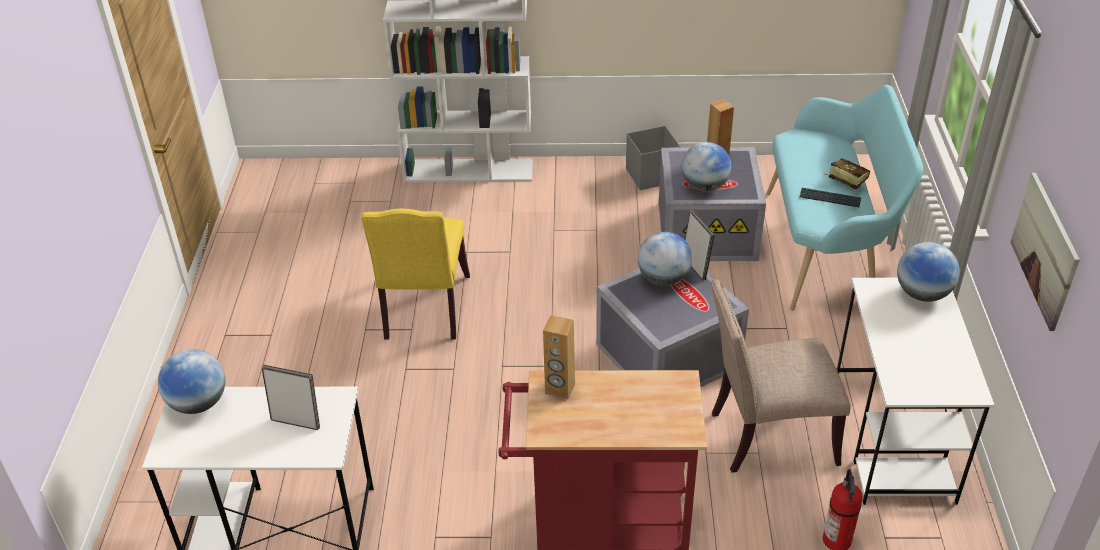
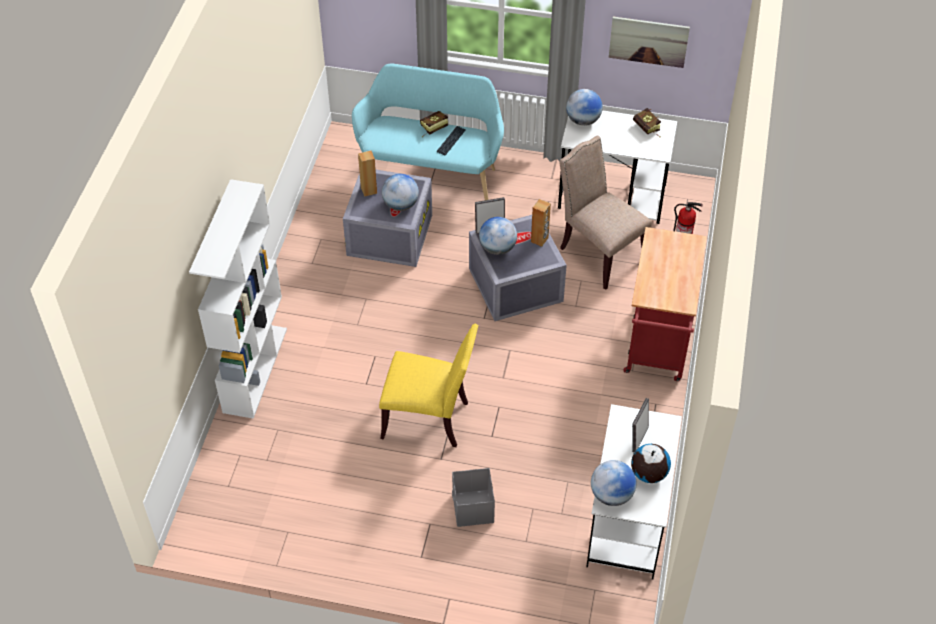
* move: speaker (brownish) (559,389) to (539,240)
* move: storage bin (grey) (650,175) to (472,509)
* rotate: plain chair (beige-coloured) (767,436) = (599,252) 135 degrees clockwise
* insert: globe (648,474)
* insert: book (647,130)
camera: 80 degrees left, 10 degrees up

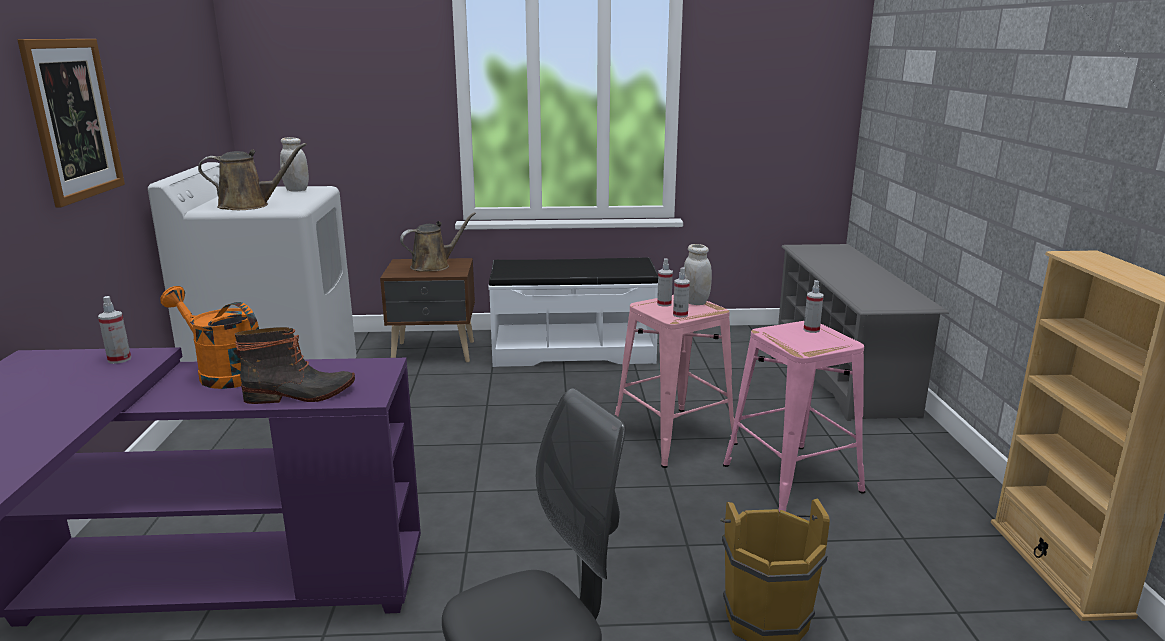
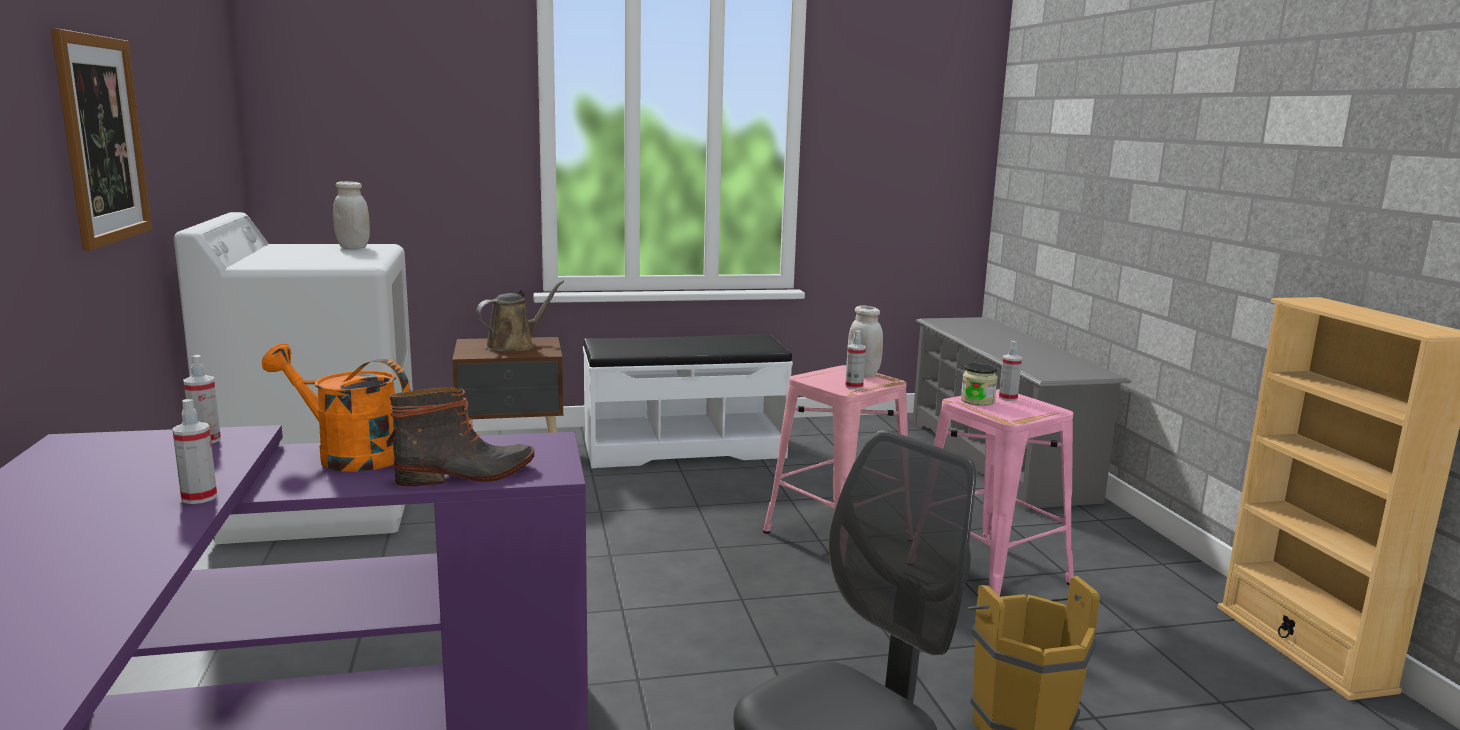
* delete: watering pot (brownish) (249,205)
* move: spray bottle (664,304) to (199,497)
* insert: jar (977,401)
camera: 10 degrees left, 5 degrees down

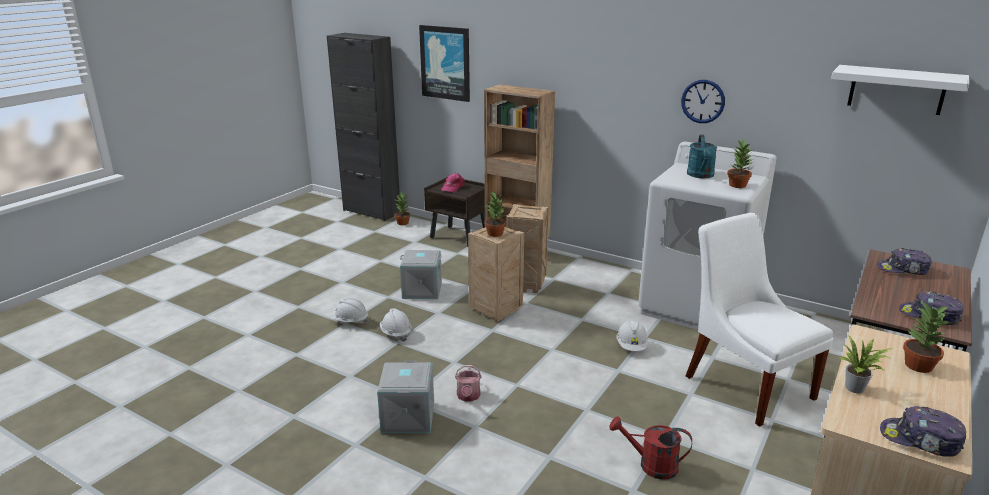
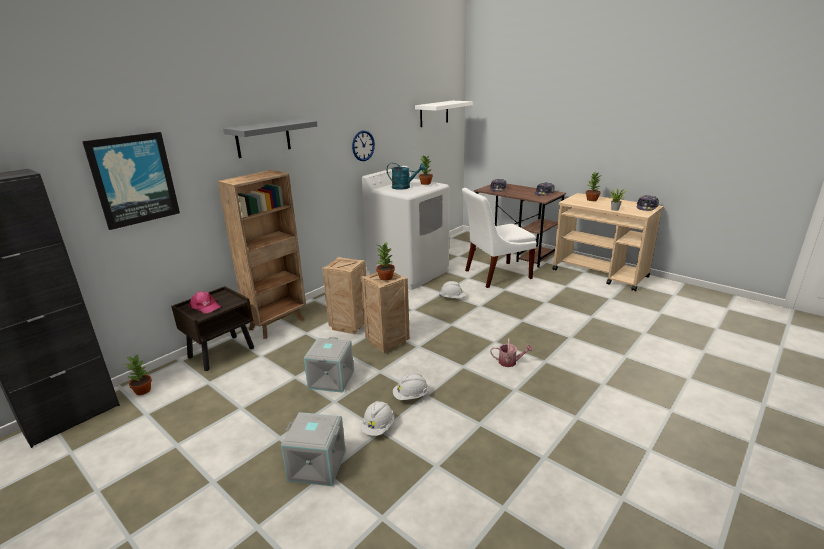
* move: storage bin (grey) (407,417) to (316,466)
* delete: watering pot (red) (651,465)
* insert: wall shelf (grey) (263,138)
camera: 80 degrees left, 0 degrees up

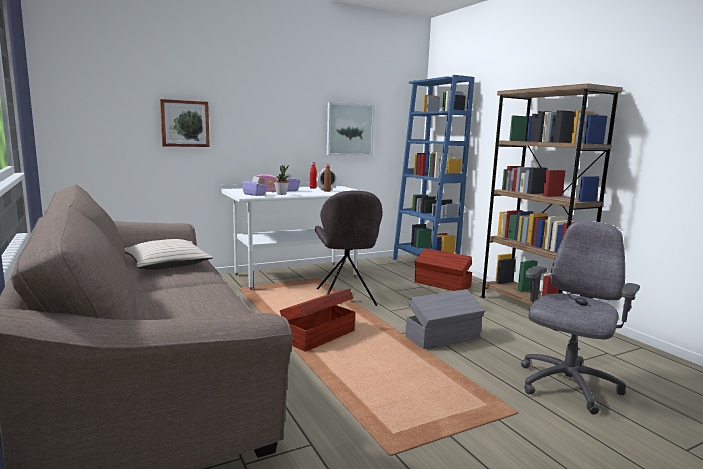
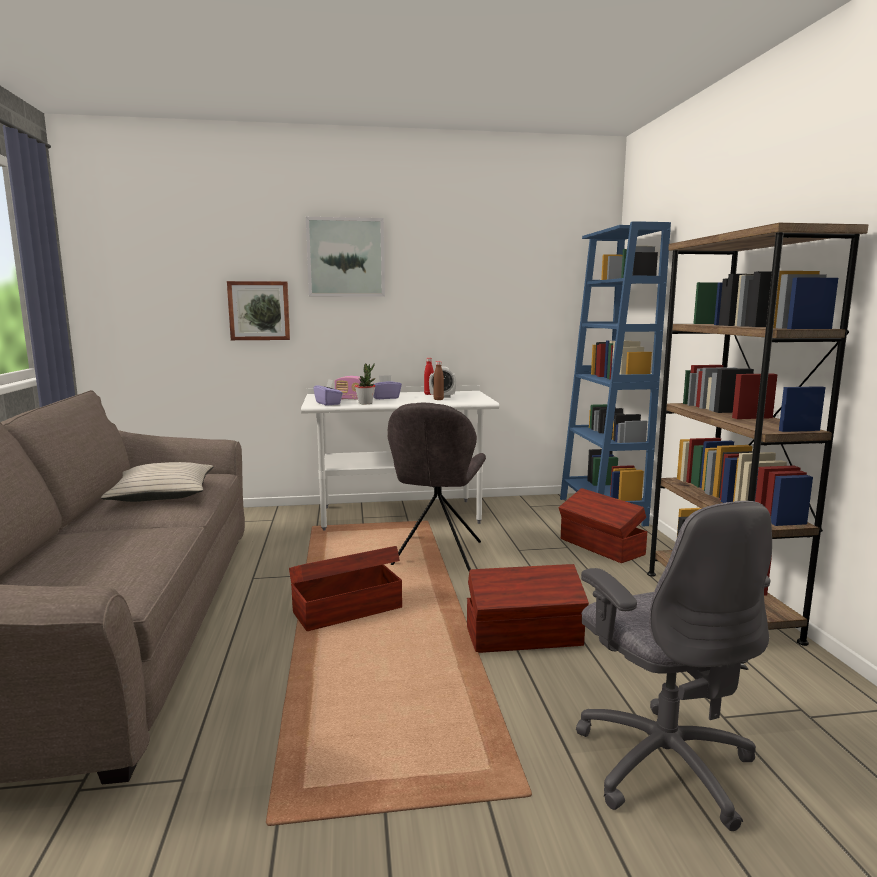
* move: wall picture (349,129) to (346,257)
* recolor: storage bin (grey) (443,338) to storage bin (brownish) (525,637)
* rotate: computer chair (grey) (566,386) = (663,762) 105 degrees clockwise
camera: 20 degrees right, 0 degrees up

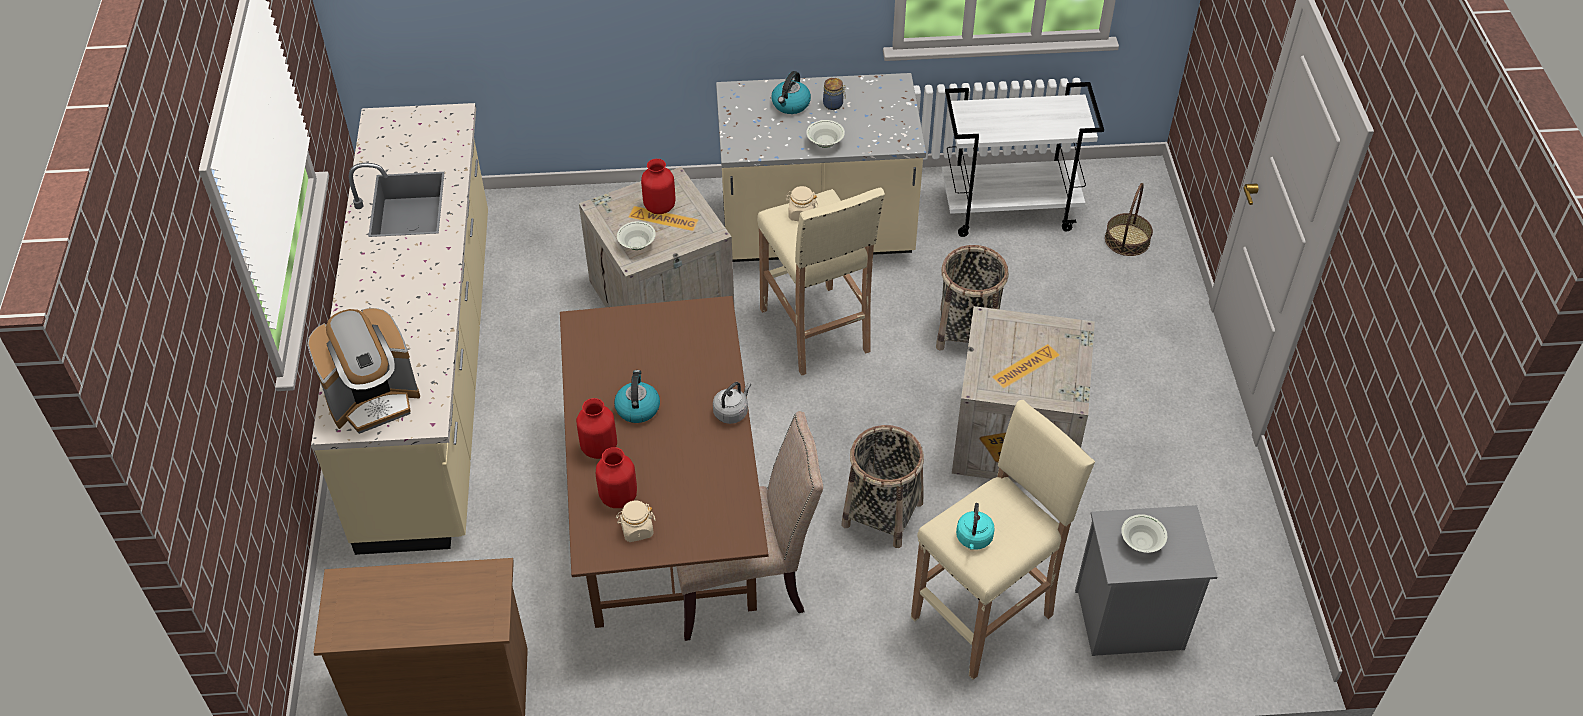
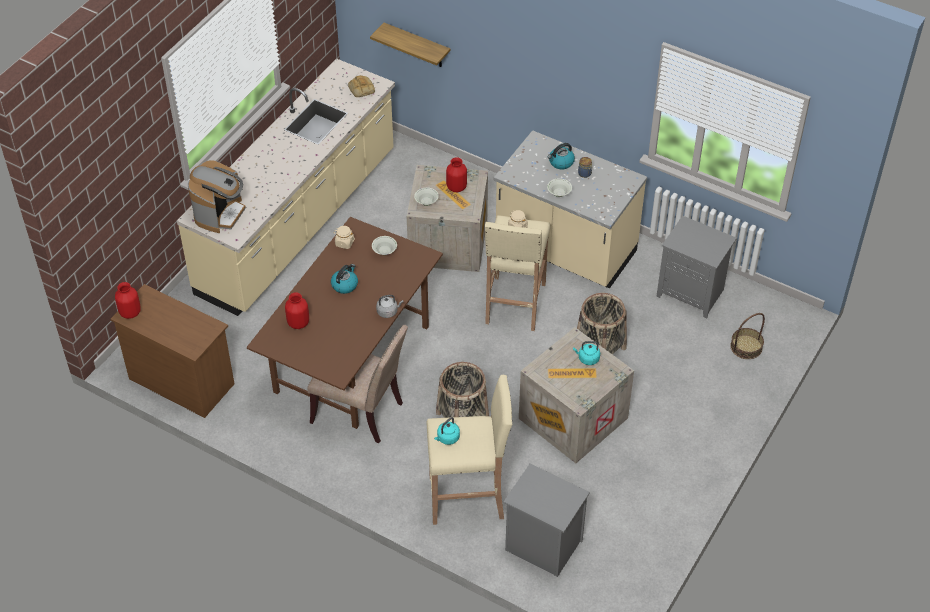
* rotate: coffee maker (373,399) = (220,213) 75 degrees counterclockwise
* move: decorative vase (red) (600,448) to (130,313)
* move: jar (beige-coloured) (637,530) to (344,243)
* replace: wheeled cart (whitish) (1010,209) to bedside table (grey) (692,293)
* move: bowl (whitish) (1141,543) to (384,251)
* insert: bread (361,88)
* insert: wall shelf (417,46)
* insert: kettle (turquoise-coloured) (587,359)
camera: 35 degrees right, 0 degrees up

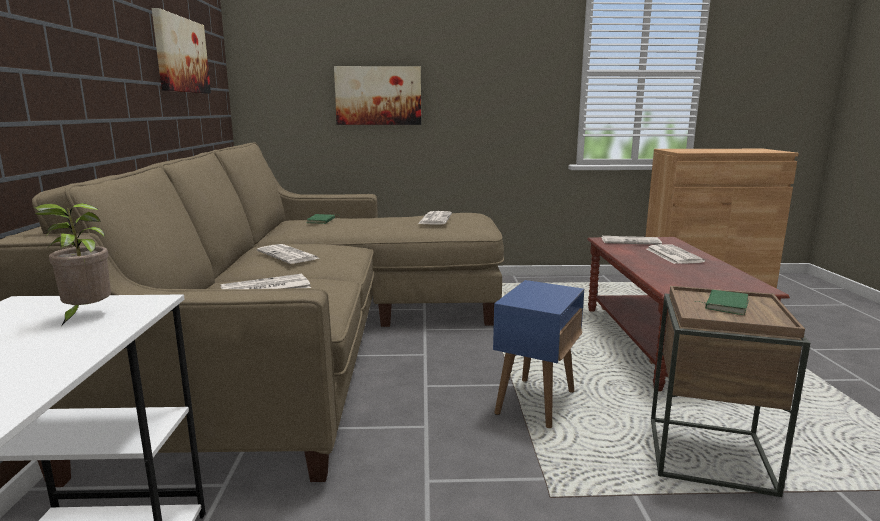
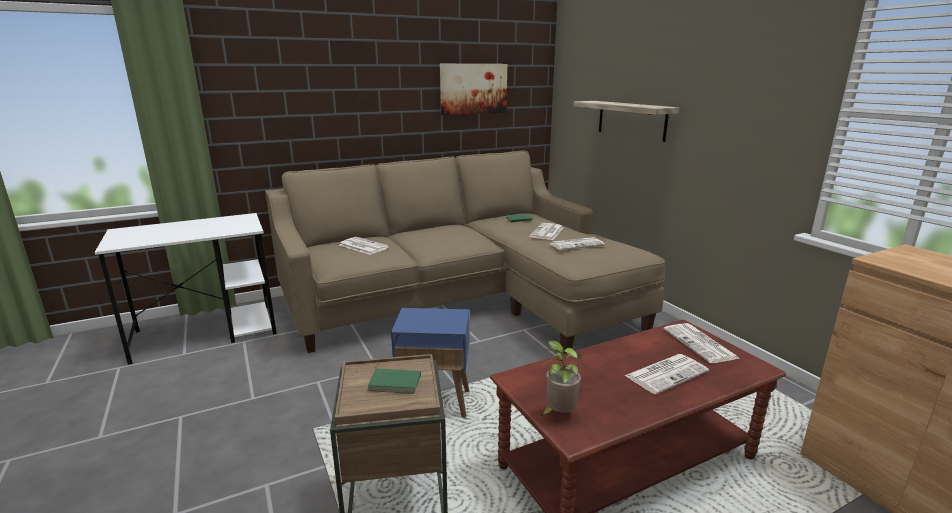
* move: plant in a pot (86,316) to (558,414)
* move: daily paper (289,255) to (547,232)
* replace: wall picture (378,96) to wall shelf (631,120)
camera: 65 degrees right, 5 degrees up

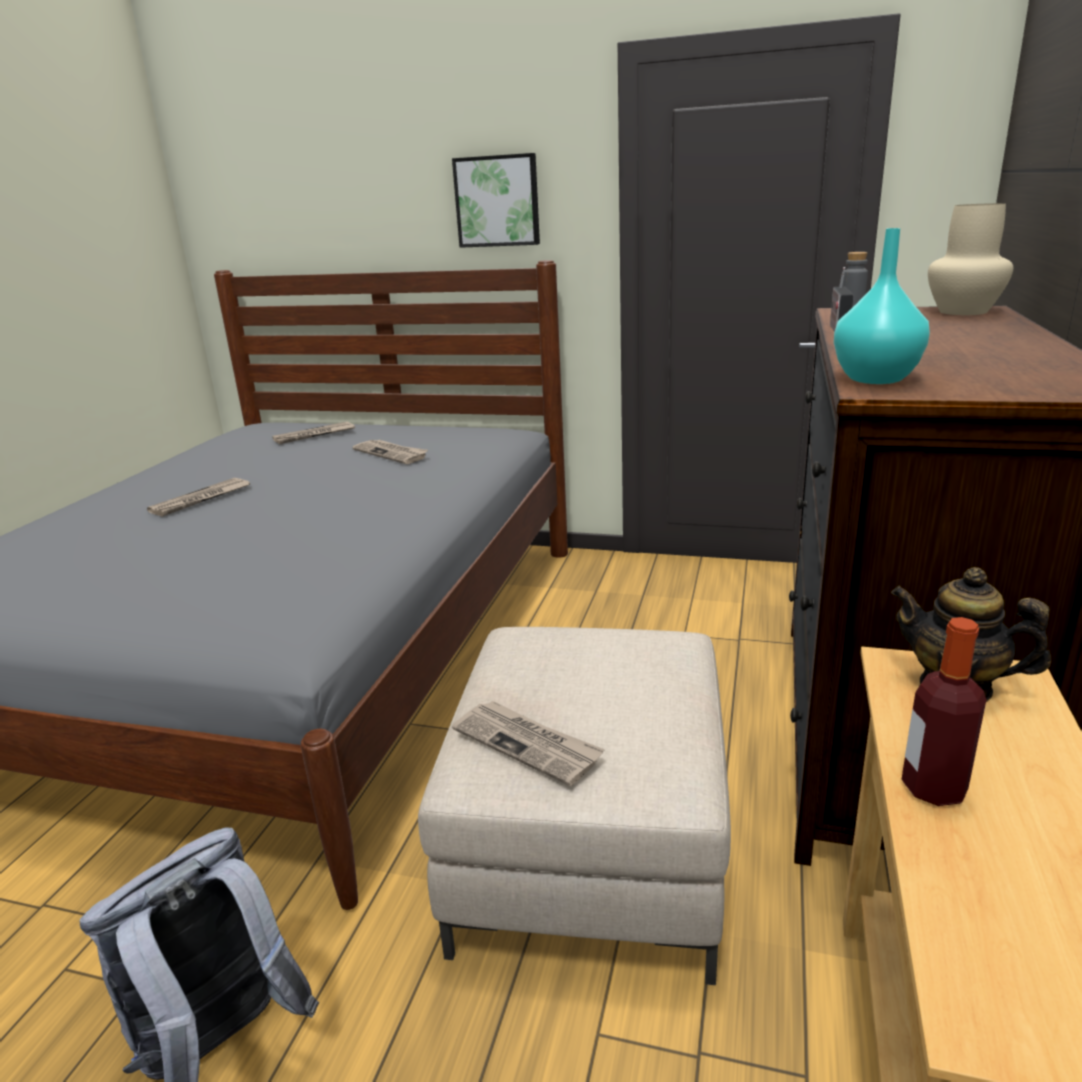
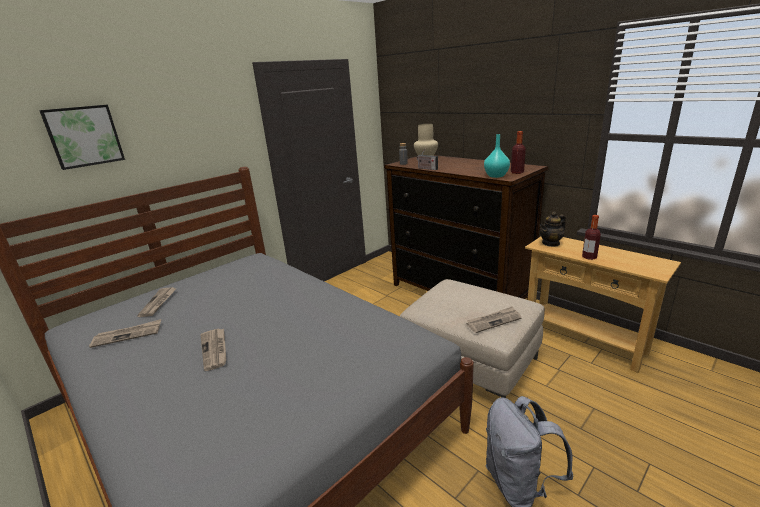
* move: daily paper (391,454) to (128,335)
* move: wall picture (498,201) to (84,136)
* insert: bottle (517,172)
camera: 60 degrees left, 0 degrees up

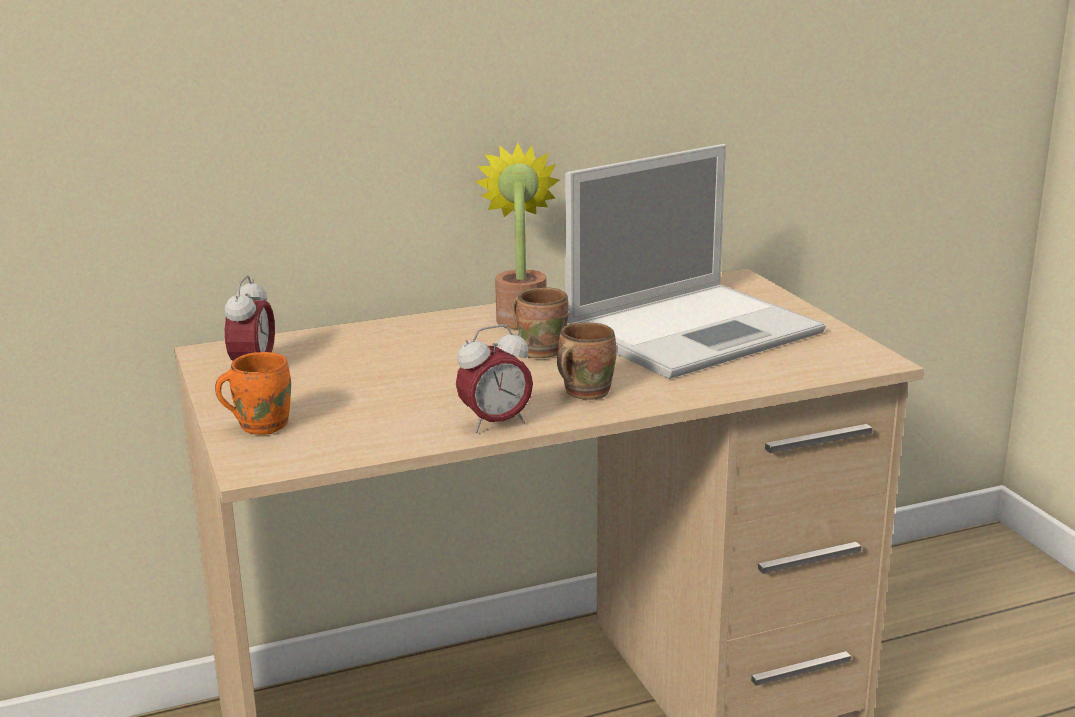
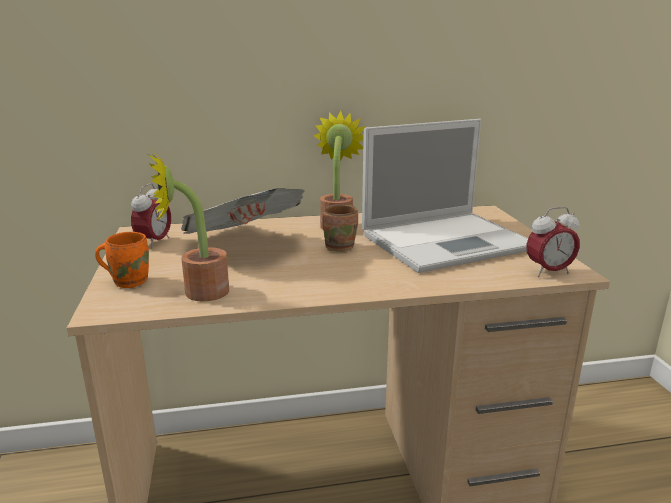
* move: bedside clock (495,423) to (548,272)
* delete: coffee mug (brownish) (582,392)
* insert: plant in a pot (197,293)
* insert: daily paper (243,245)
camera: 10 degrees right, 0 degrees up

